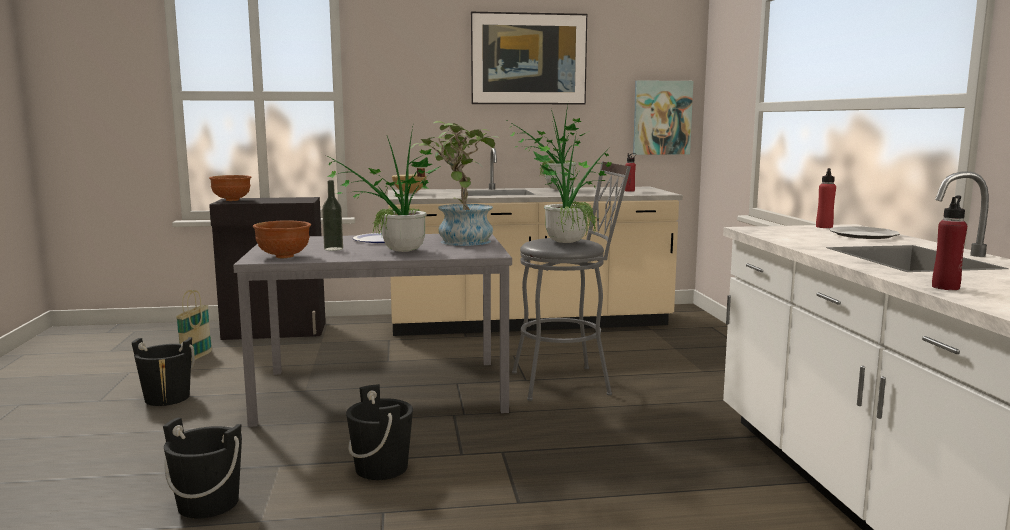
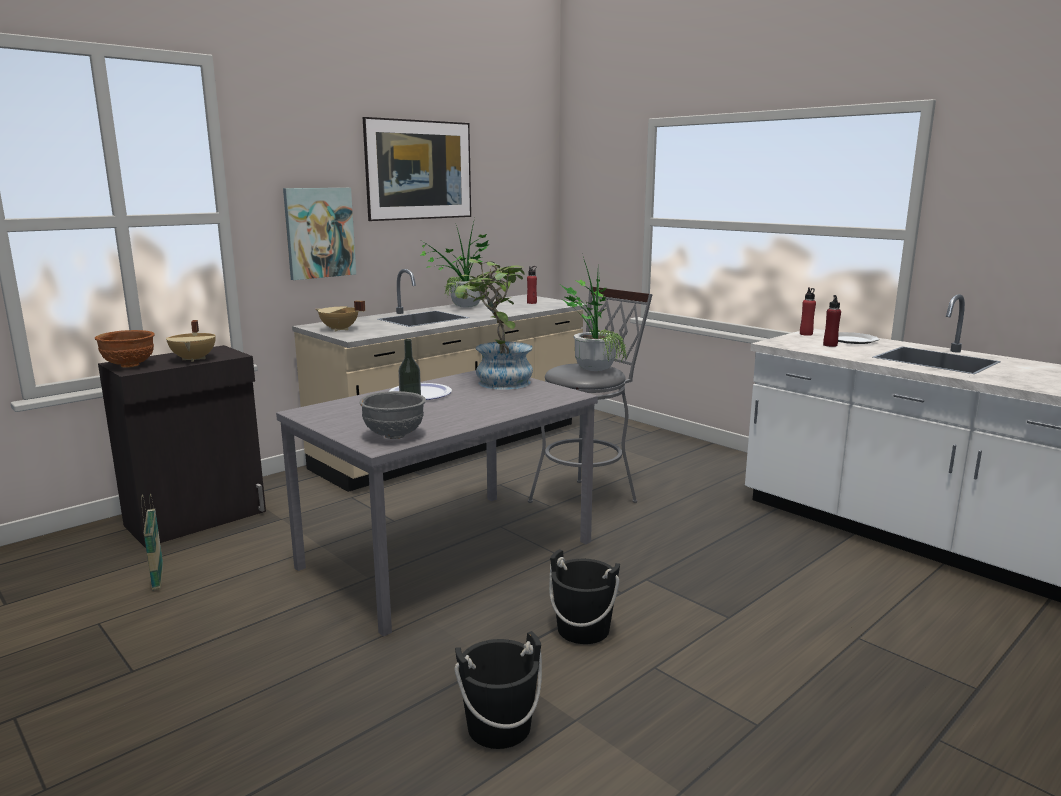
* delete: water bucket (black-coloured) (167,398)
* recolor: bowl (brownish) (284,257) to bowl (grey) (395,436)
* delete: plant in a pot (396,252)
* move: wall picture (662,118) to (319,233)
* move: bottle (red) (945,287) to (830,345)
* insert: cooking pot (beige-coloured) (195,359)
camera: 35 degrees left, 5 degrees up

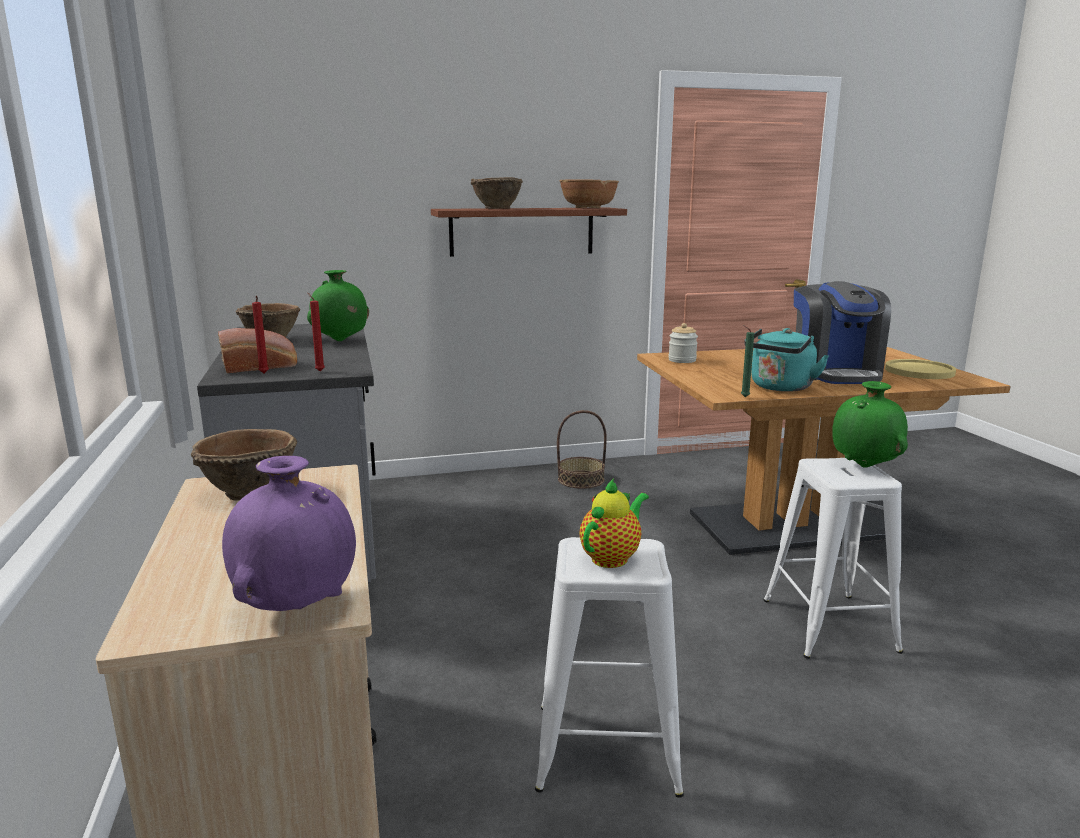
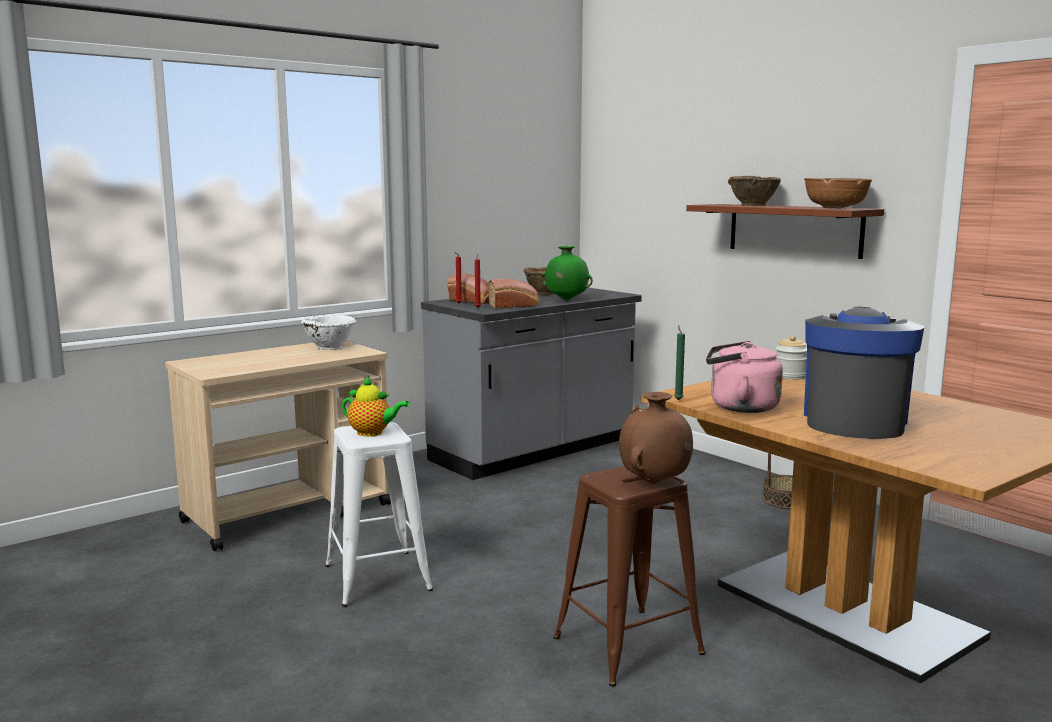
* recolor: bowl (brownish) (249,492) to bowl (whitish) (330,347)
* delete: decorative vase (purplish) (297,607)
* recolor: kettle (turquoise-coloured) (780,388) to kettle (pink) (739,407)
* recolor: stool (whitish) (828,625) to stool (brownish) (628,645)
* rotate: coffee maker (835,374) = (854,421) 135 degrees clockwise
* recolor: decorative vase (greenish) (865,466) to decorative vase (brownish) (654,483)
* delete: flat dish (yellowish) (919,371)
* insert: bread (514,306)
camera: 65 degrees right, 5 degrees down

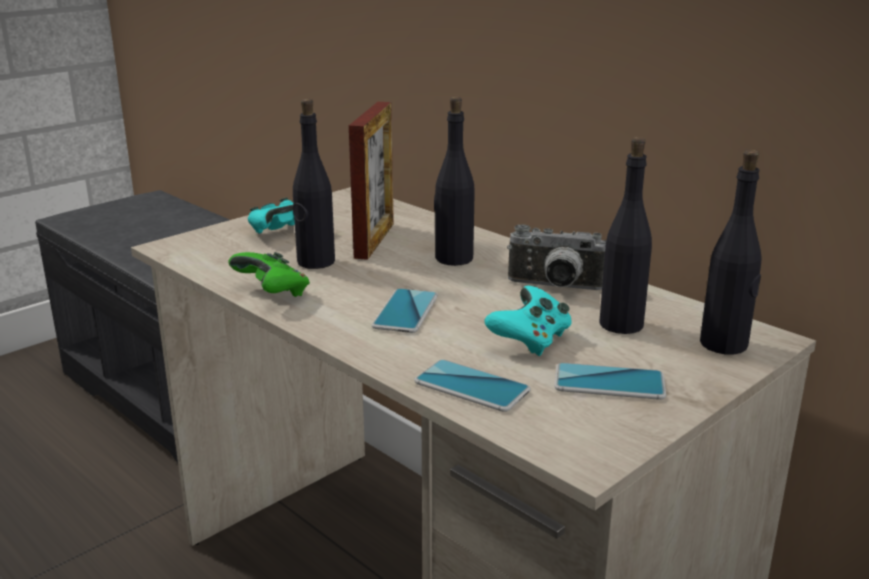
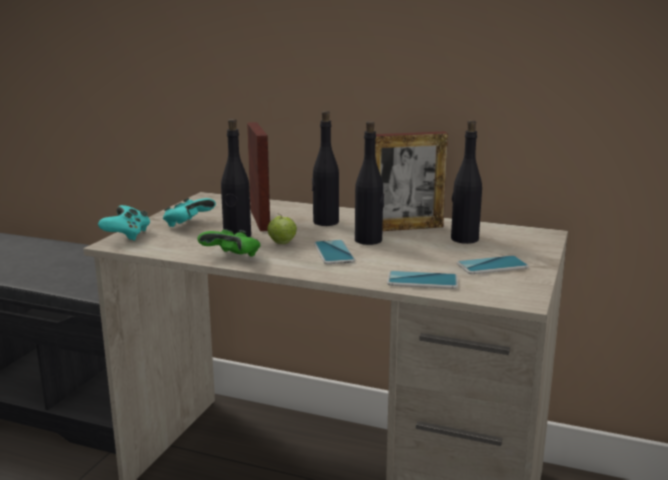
* move: game controller (turquoise-coloured) (530,341) to (127,235)
* replace: still camera (555,288) to picture frame (405,228)
* move: bottle (black-coloured) (724,344) to (368,240)
* insert: apple (282,243)
camera: 25 degrees left, 5 degrees down

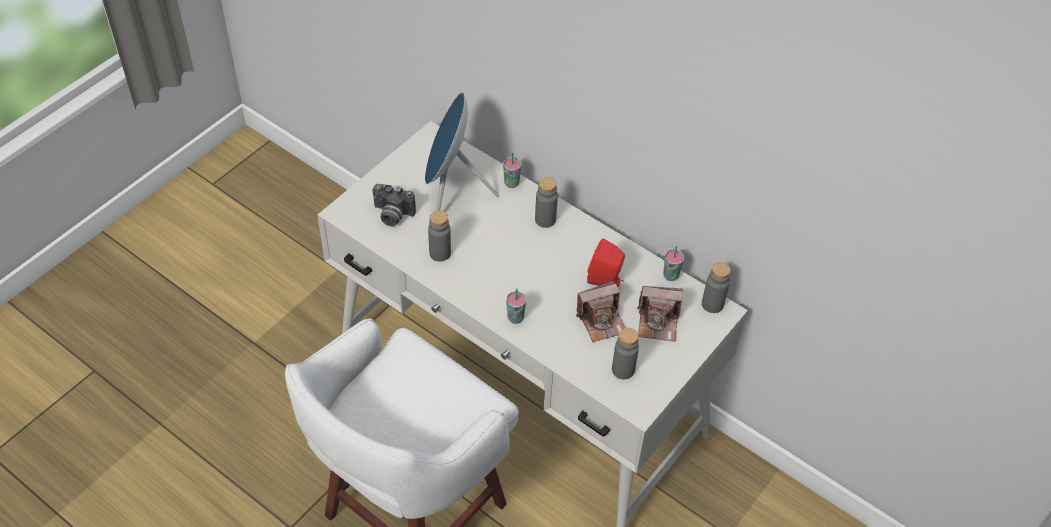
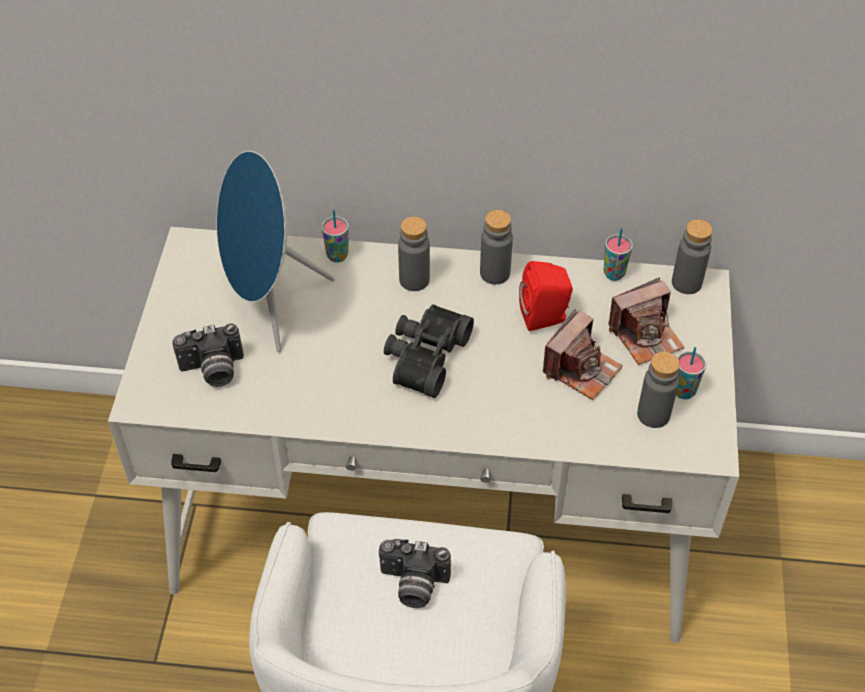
* move: bottle (grey) (440,253) to (495,273)
* move: drinking cup (515,318) to (684,391)
* insert: still camera (413,585)
* insert: pair of binoculars (black-coloured) (423,356)
camera: 30 degrees left, 0 degrees up

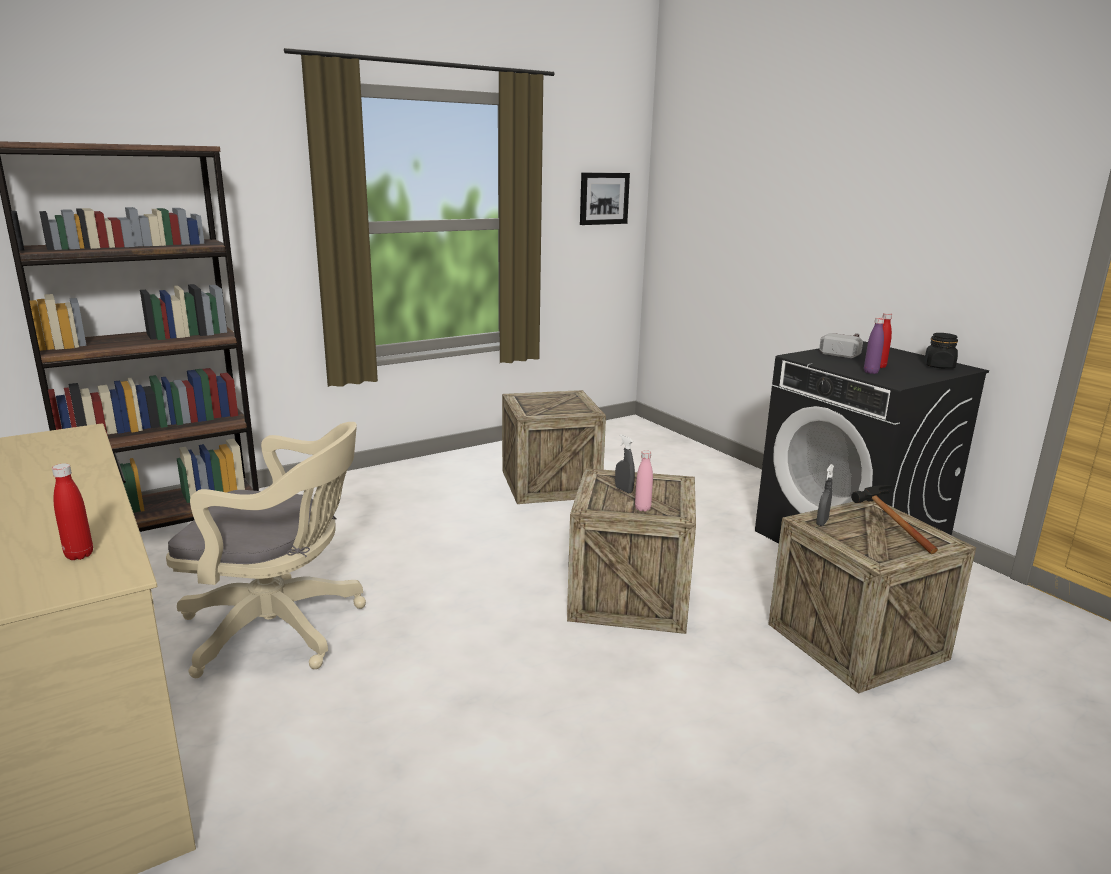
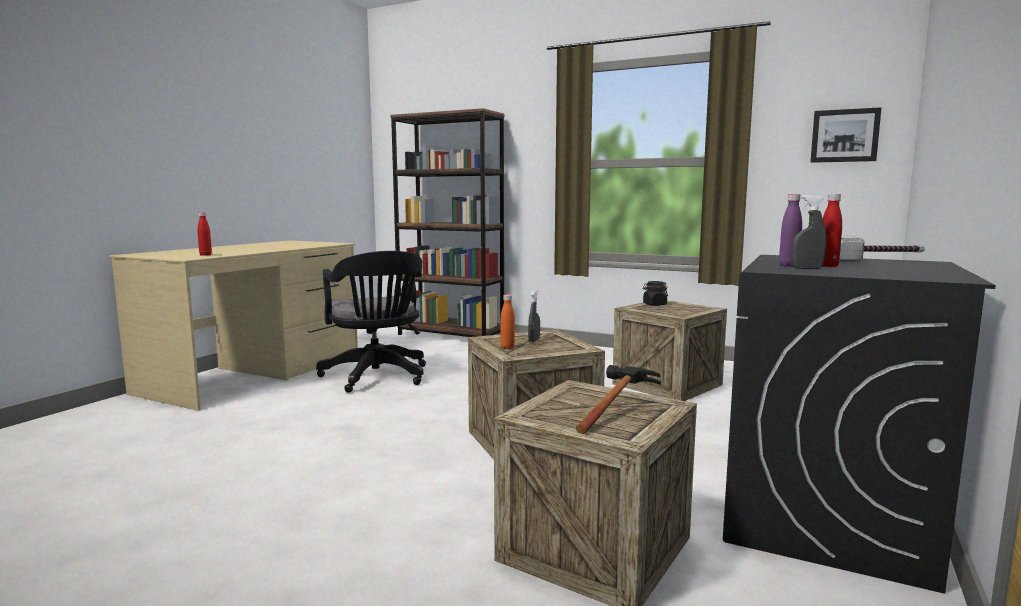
* recolor: computer chair (beige-coloured) (282,629) to computer chair (black-coloured) (377,377)
* recolor: bottle (pink) (642,508) to bottle (orange) (507,347)
* move: spray bottle (grey) (822,522) to (807,268)
* move: jar (black-coloured) (939,366) to (654,304)
camera: 60 degrees right, 10 degrees down

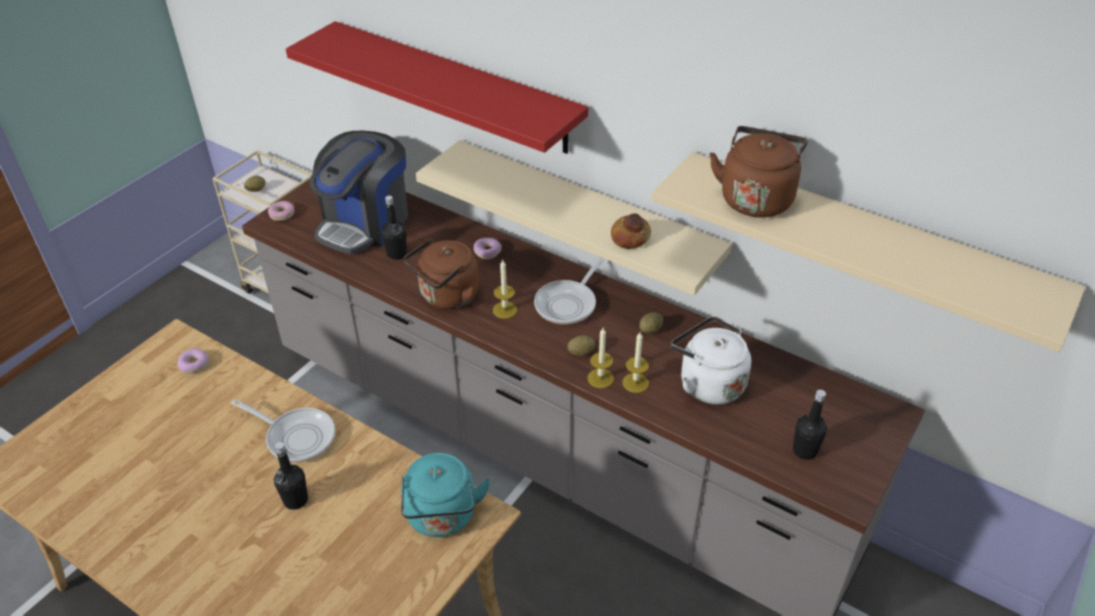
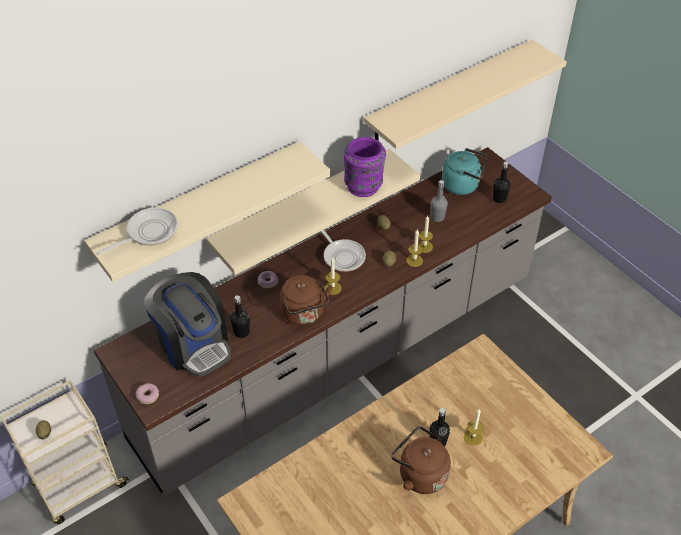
* delete: doughnut (194,365)
* move: skillet (296,436) to (148,233)
* recolor: wall shelf (red) (455,87) to wall shelf (beige-coloured) (200,204)
* move: kettle (turquoise-coloured) (442,517) to (463,185)
* replace: bread (630,238) to decorative vase (purplish) (364,186)
* replace: kettle (whitish) (708,383) to bottle (grey) (437,217)
* move: kettle (brownish) (756,198) to (420,474)
* insert: candle (473,437)
camera: 70 degrees left, 5 degrees up

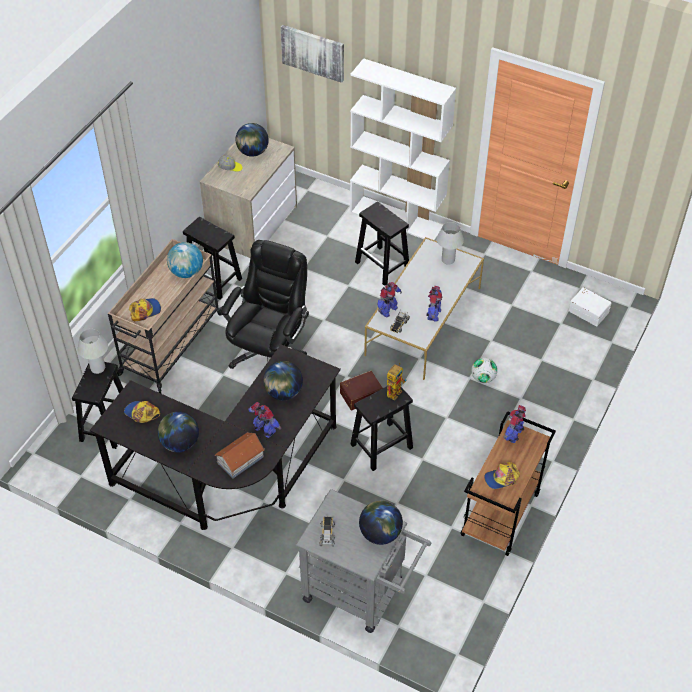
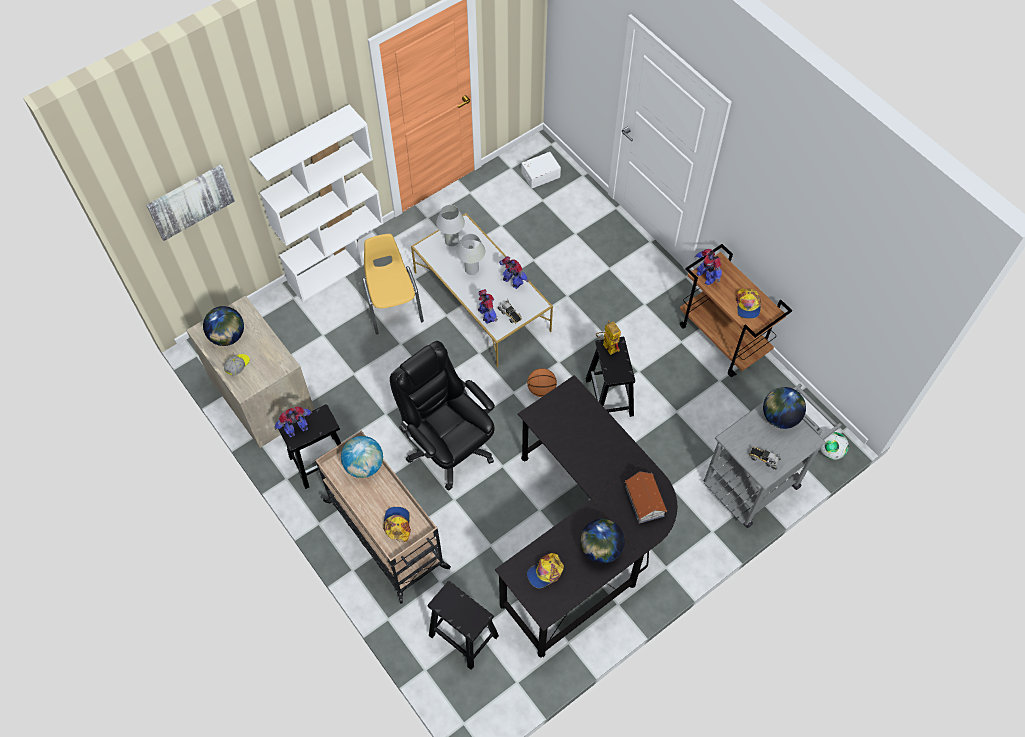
* move: lamp for a table (whitish) (98,368) to (471,269)
* move: robot figure (264,430) to (297,429)
* delete: globe (283,392)
* replace: storage bin (brownish) (360,394) to basketball (541,389)
* replace: stool (black-coloured) (383,266) to plain chair (yellowish) (393,304)
* move: football ball (483,378) to (830,451)
camera: 65 degrees left, 10 degrees up

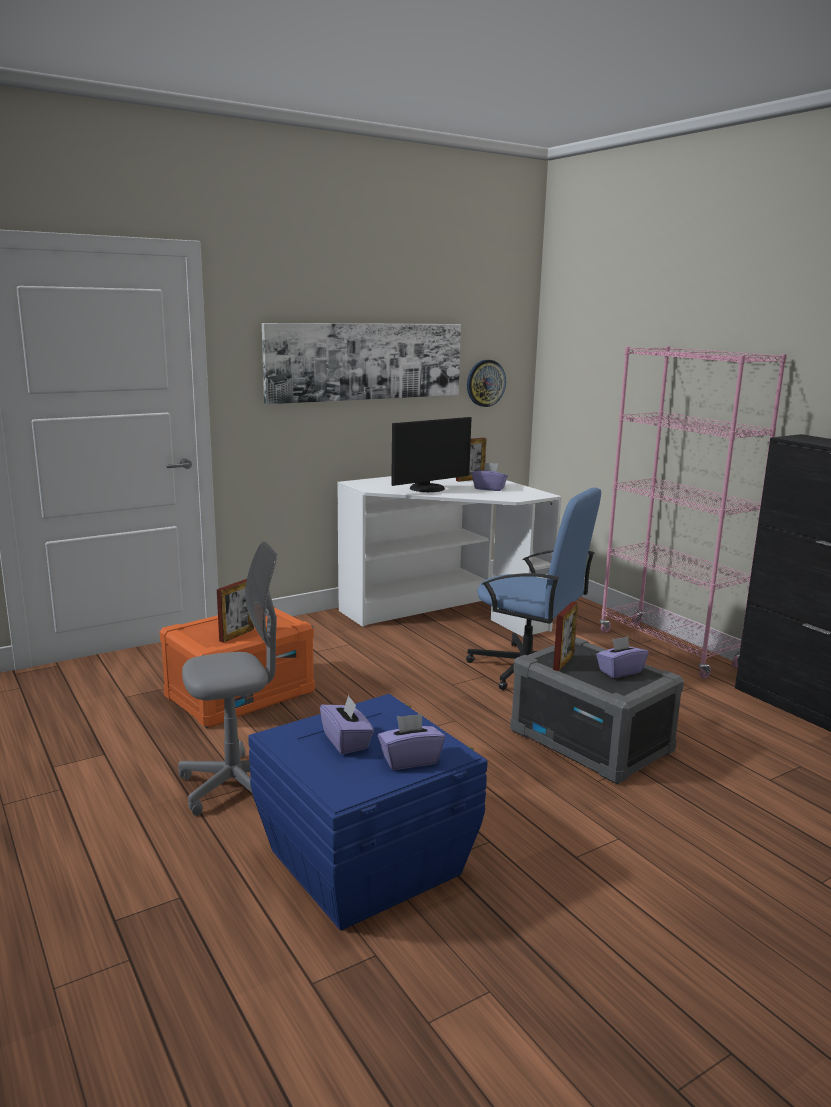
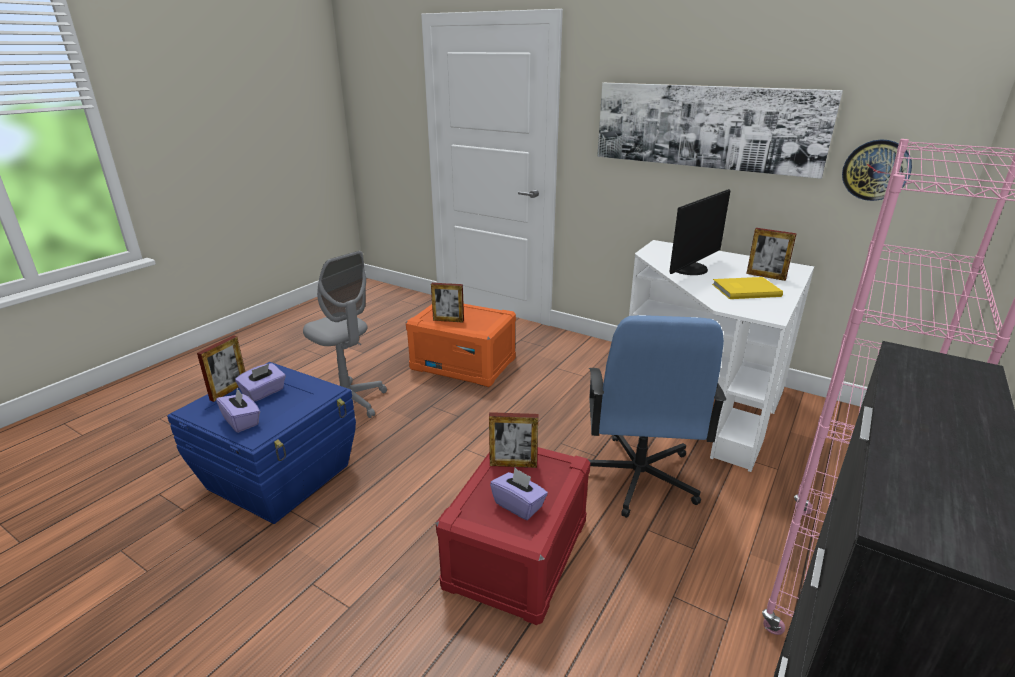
* rotate: computer screen (428,489) = (690,269) 75 degrees counterclockwise
* replace: box of tissues (purplish) (489,488) to book (yellowish) (744,290)
* recolor: storage bin (grey) (591,741) to storage bin (red) (518,554)
* insert: picture frame (229,391)
camera: 65 degrees right, 10 degrees up

